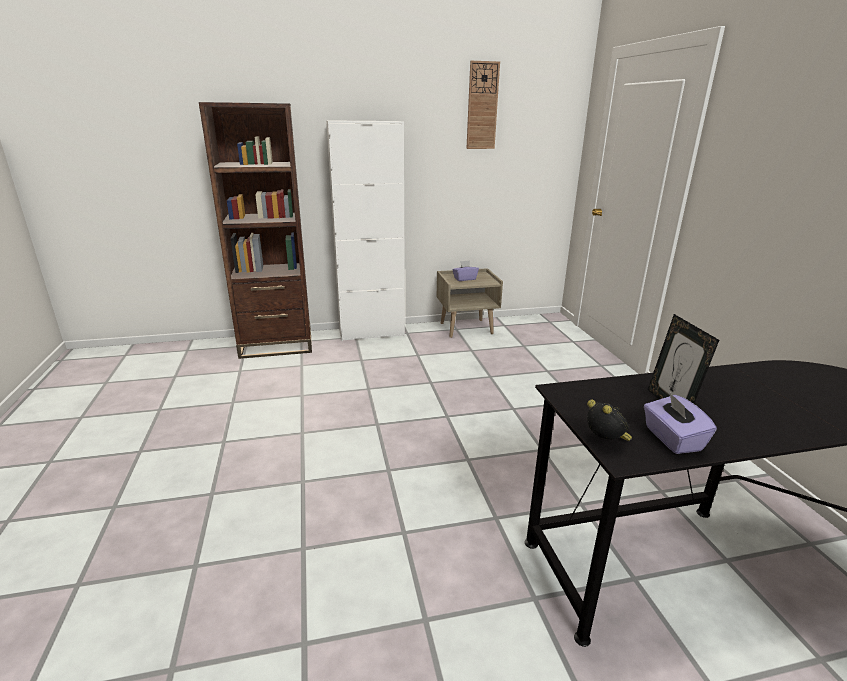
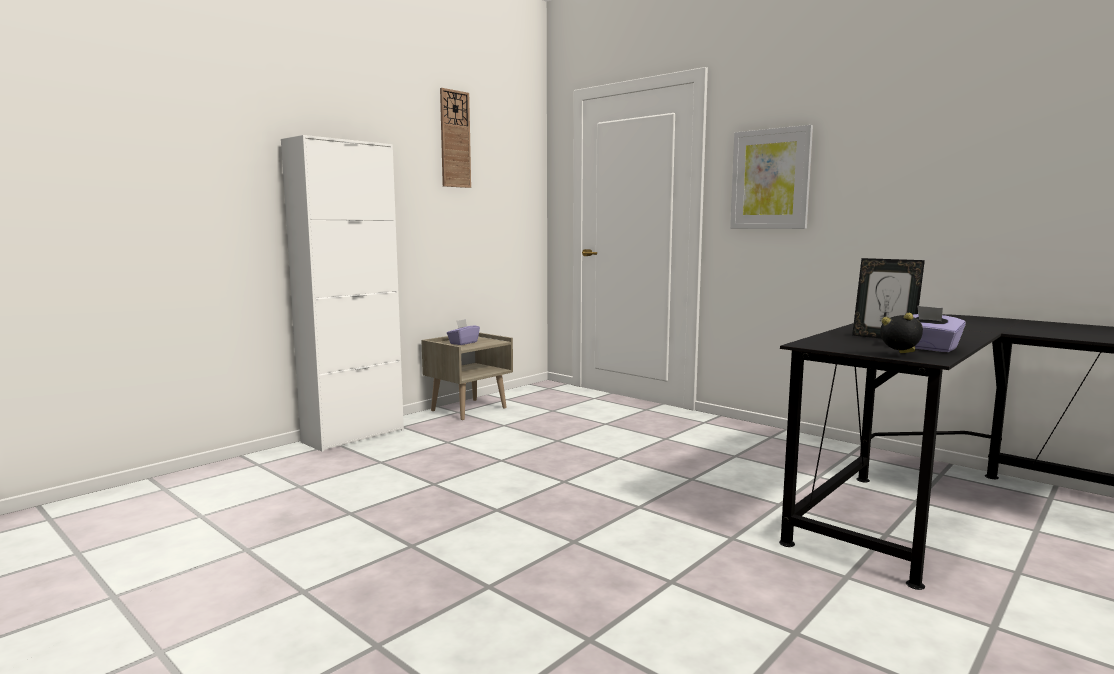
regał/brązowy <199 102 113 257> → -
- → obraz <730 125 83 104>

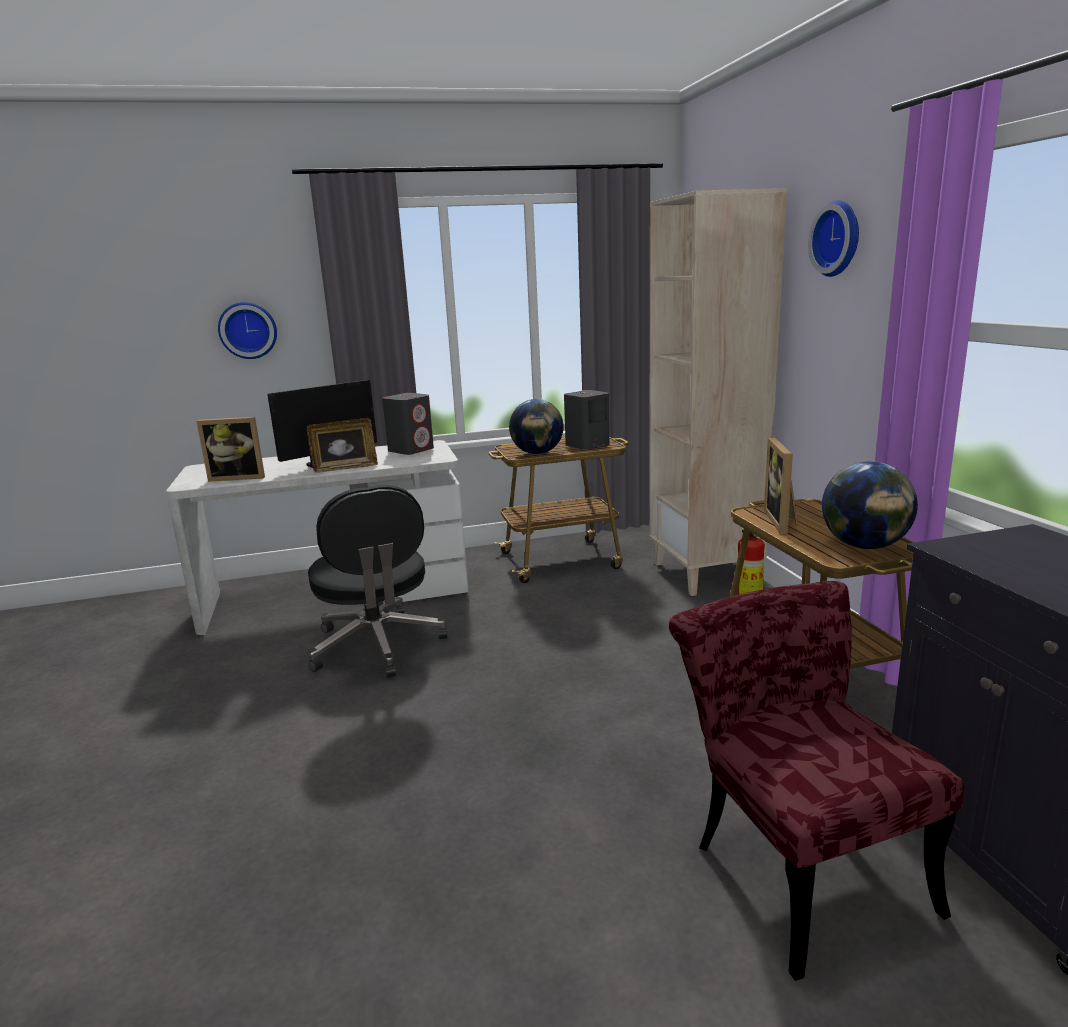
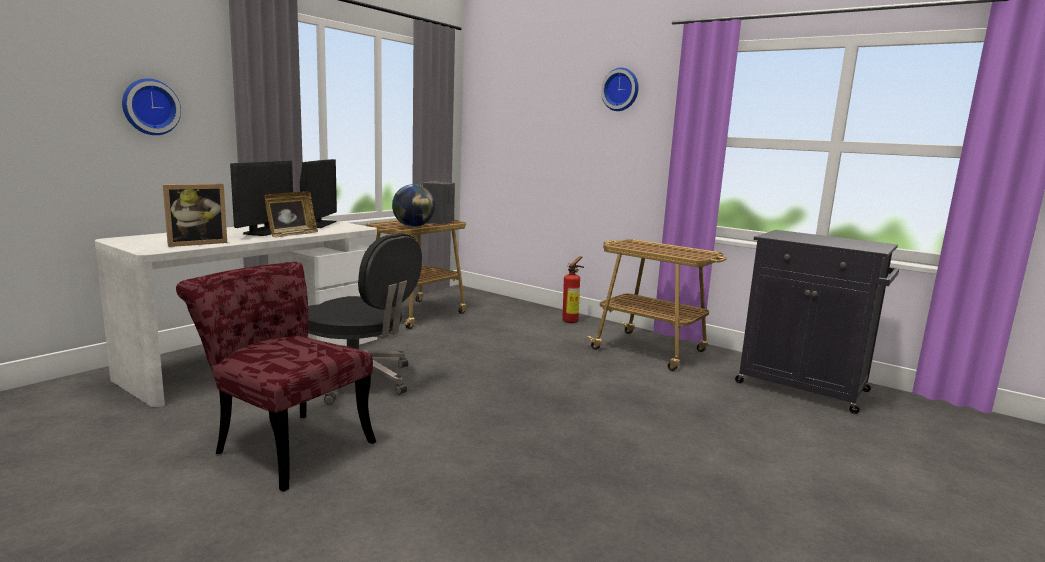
głośnik/szary <382 393 52 62> → monitor <300 159 37 69>
regał/beżowy <649 188 138 408> → -
krzesło/czerwony <669 581 296 400> → krzesło/czerwony <176 262 200 230>, move
ramka na zdjęcie <764 438 34 96> → -
globus <822 461 96 88> → -

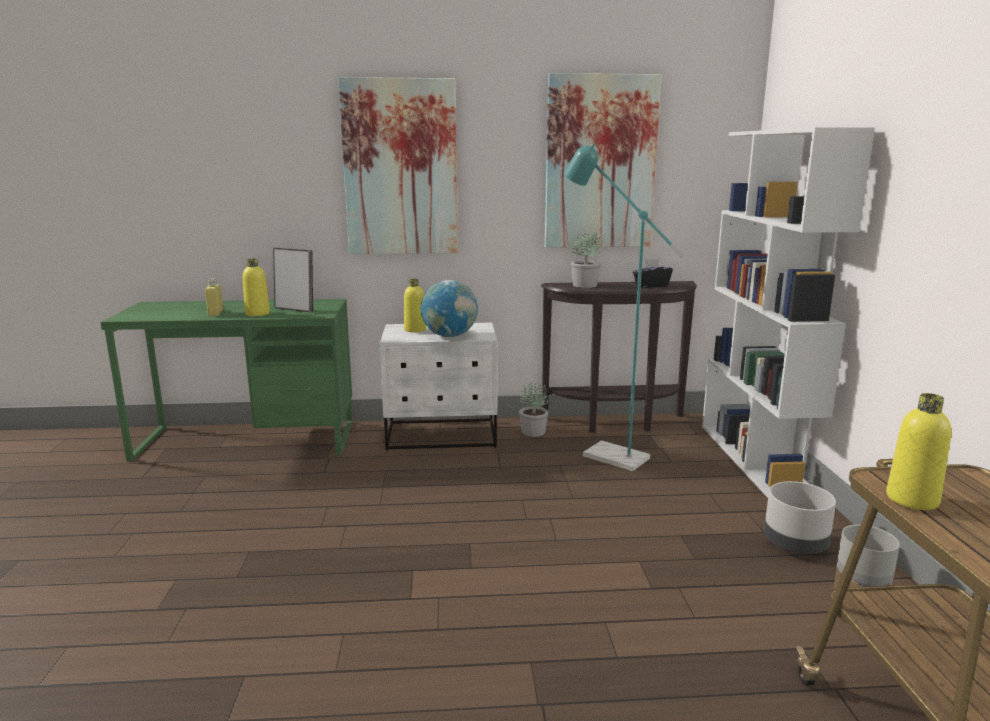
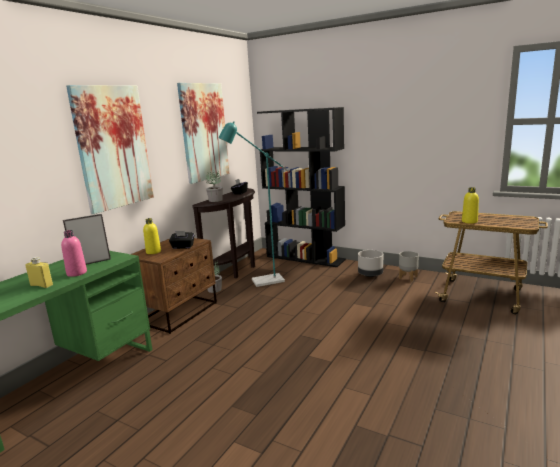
butelka/żółty <243 258 27 58> → butelka/różowy <61 230 26 47>
szafka nocna/biały <380 323 117 128> → szafka nocna/brązowy <131 238 86 96>
globus <421 280 57 57> → pudełko chusteczek/czarny <169 231 25 18>
regał/biały <702 127 173 371> → regał/czarny <257 107 89 160>

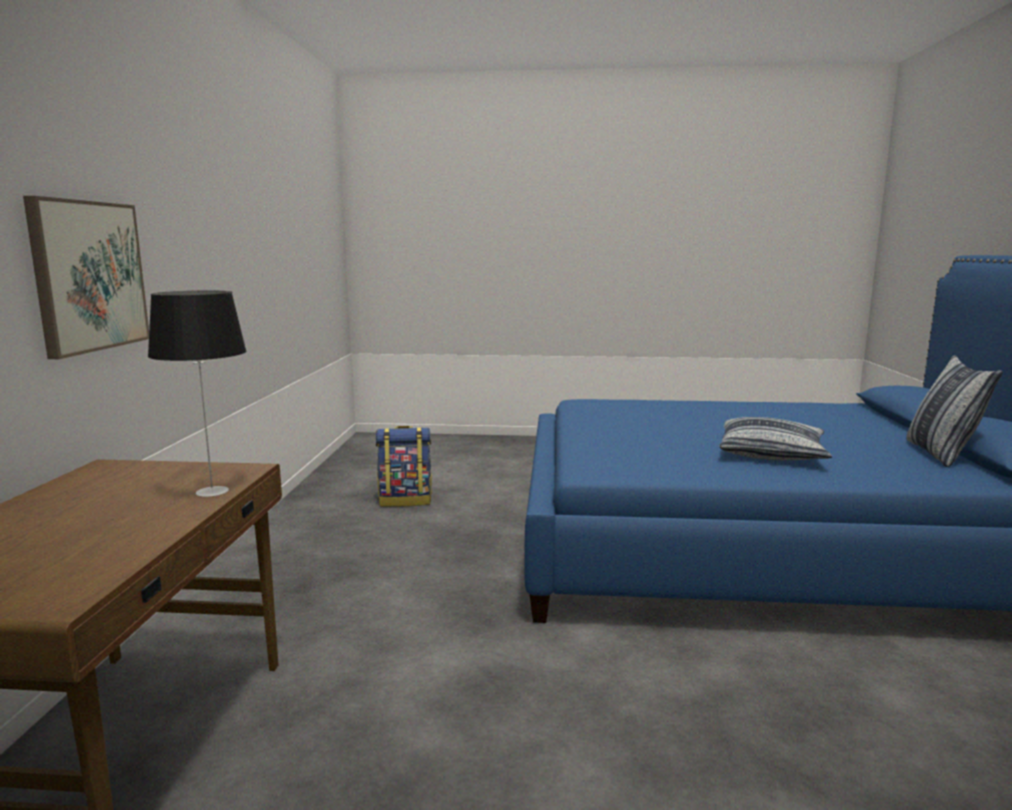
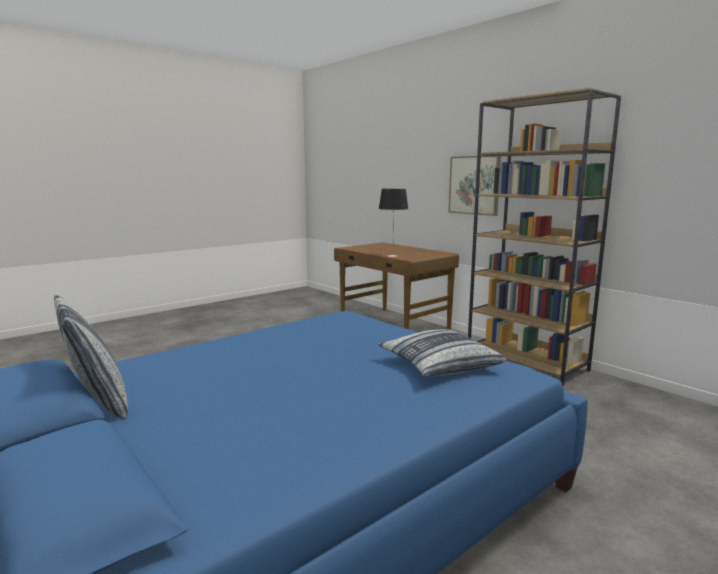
plecak <376 426 56 81> → -
poduszka <720 417 112 43> → poduszka <378 329 128 48>, move
- → regał/brązowy <468 87 153 299>

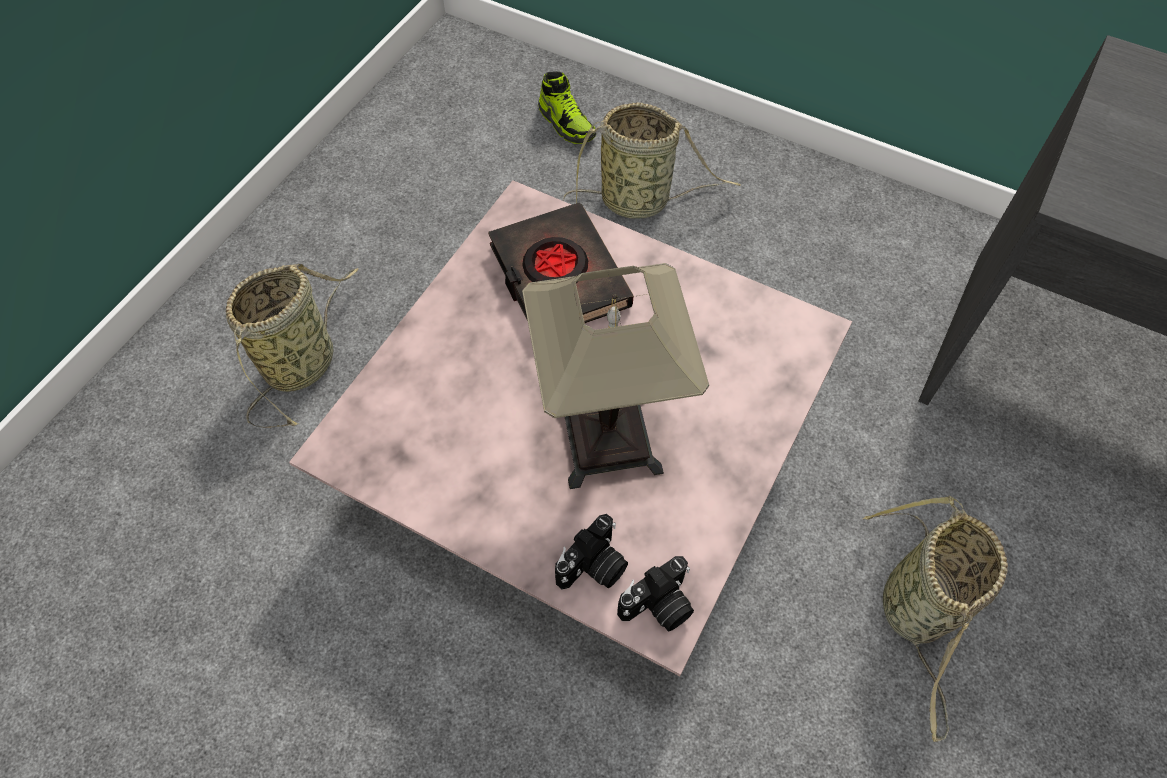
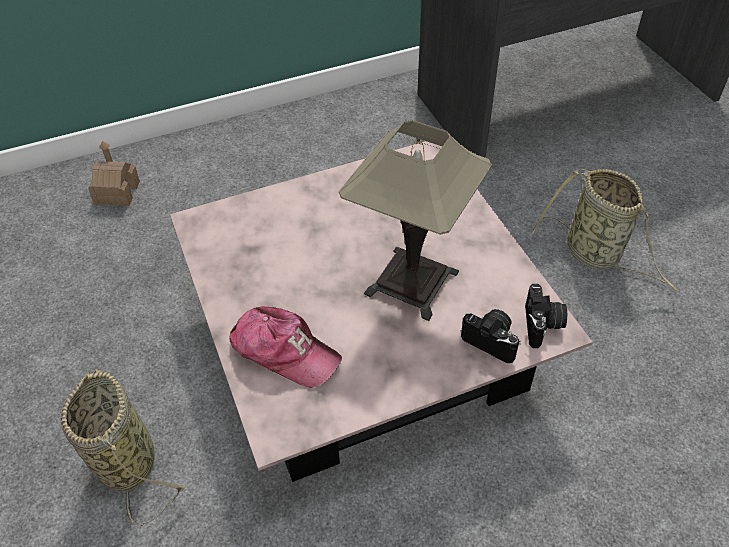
książka/czarny <488 203 146 120> → -
but <538 71 58 73> → domek <88 141 52 65>
aparat fotograficzny <555 514 73 76> → aparat fotograficzny <461 309 59 54>, 45 degrees counterclockwise
koszyk <563 102 177 117> → -
- → czapka z daszkiem <229 307 113 81>

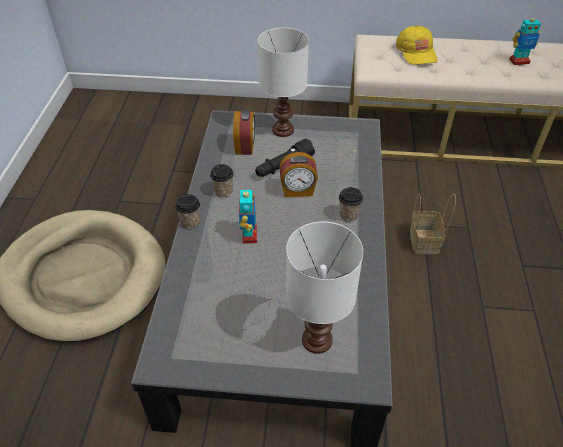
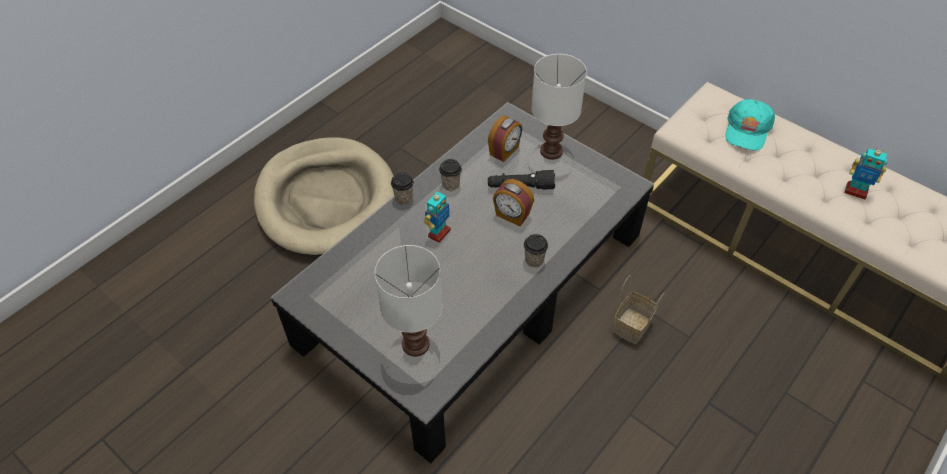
czapka z daszkiem/żółty <396 25 42 40> → czapka z daszkiem/turkusowy <725 99 50 52>

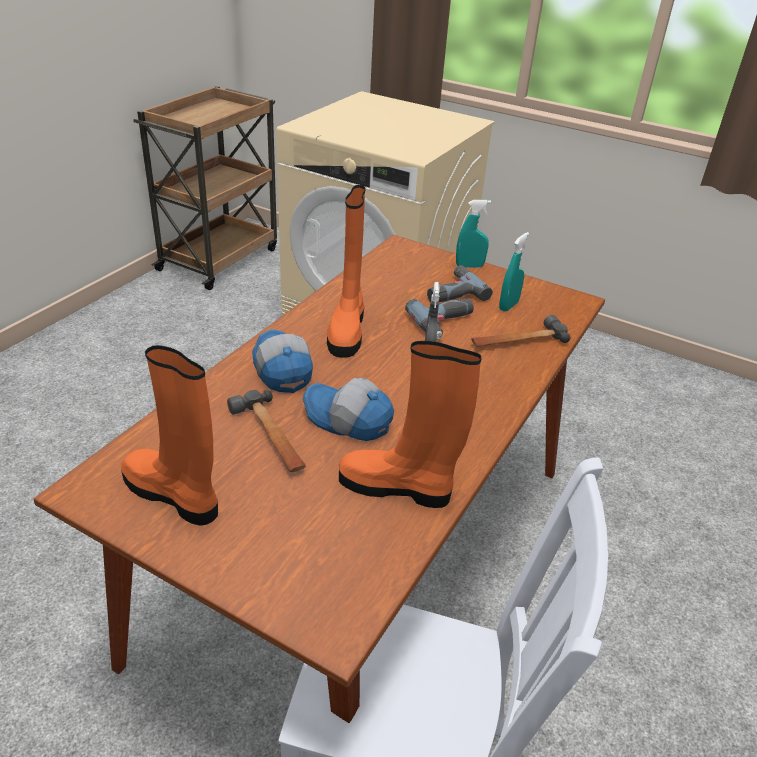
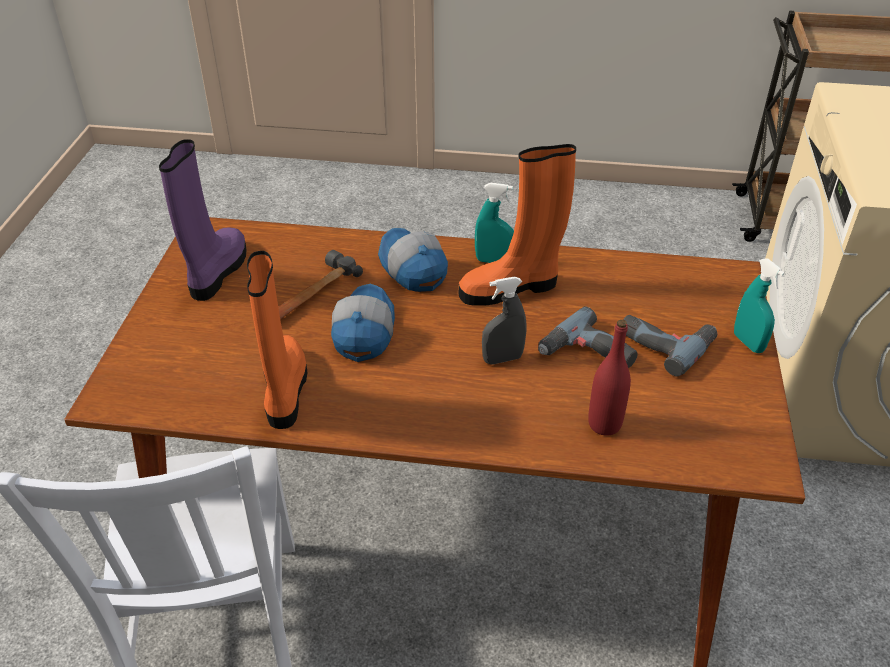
but z cholewką/pomarańczowy <121 345 97 181> → but z cholewką/fioletowy <159 139 88 162>
czapka z daszkiem <252 329 61 64> → czapka z daszkiem <378 228 70 64>, 75 degrees counterclockwise
młotek <472 315 98 32> → butelka/czerwony <588 320 43 116>
spryskiwacz/turkusowy <499 232 30 79> → spryskiwacz/turkusowy <475 183 39 80>, move

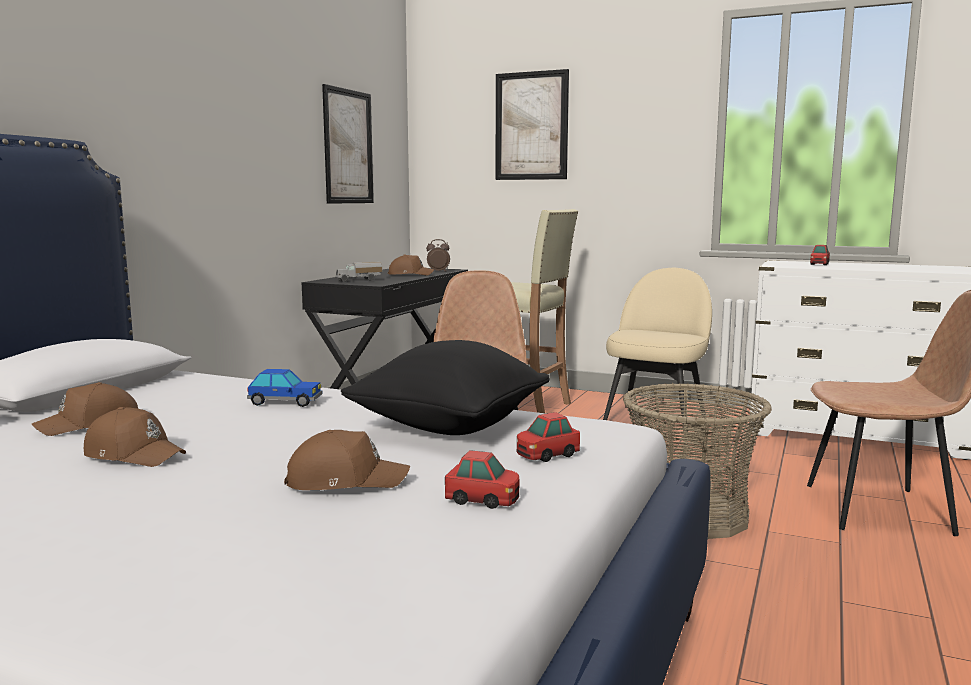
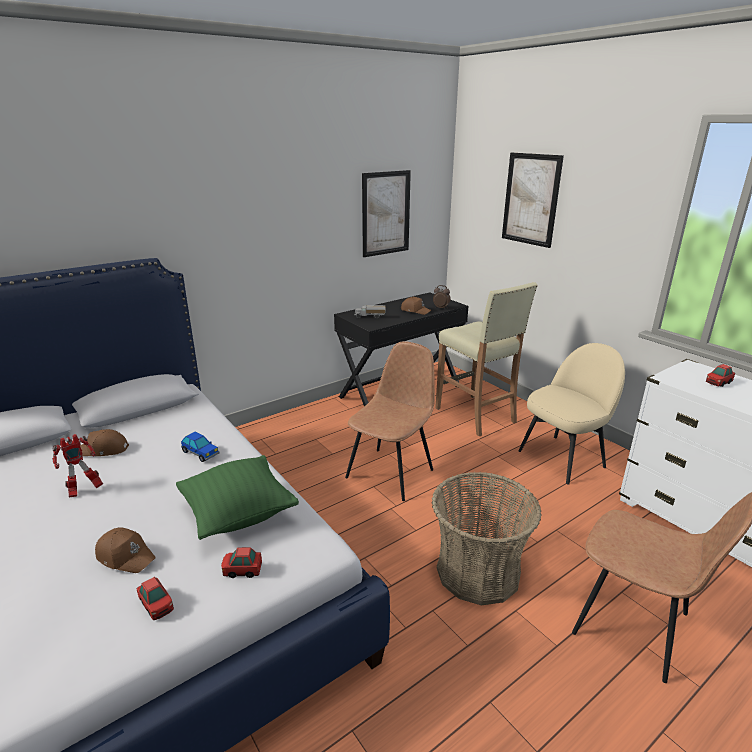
czapka z daszkiem/brązowy <84 407 102 60> → robot zabawkowy <52 434 51 64>
poduszka/czarny <341 340 209 95> → poduszka/zielony <176 455 123 85>

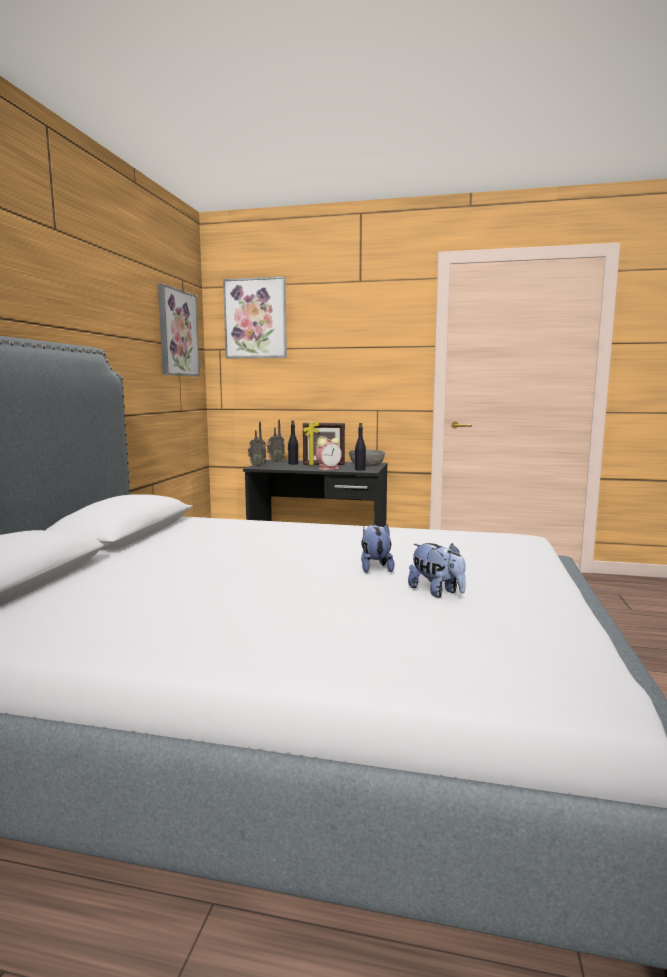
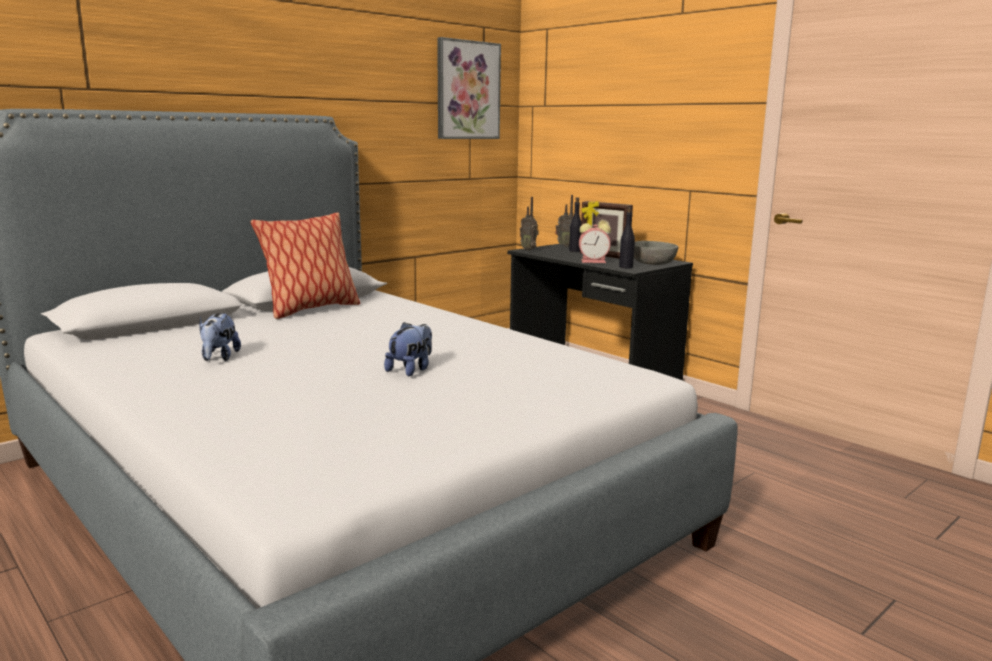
obraz <223 276 64 83> → -
pluszak <408 543 58 55> → pluszak <199 313 42 48>, move
- → poduszka <251 212 109 107>

